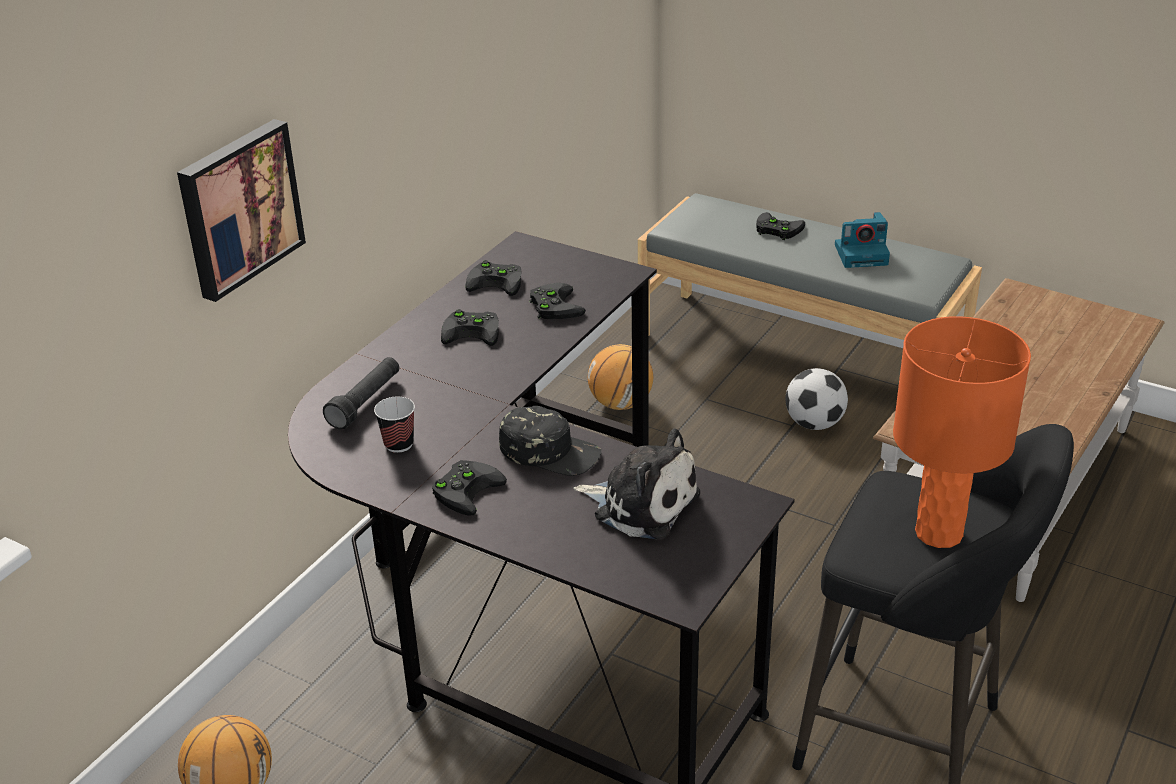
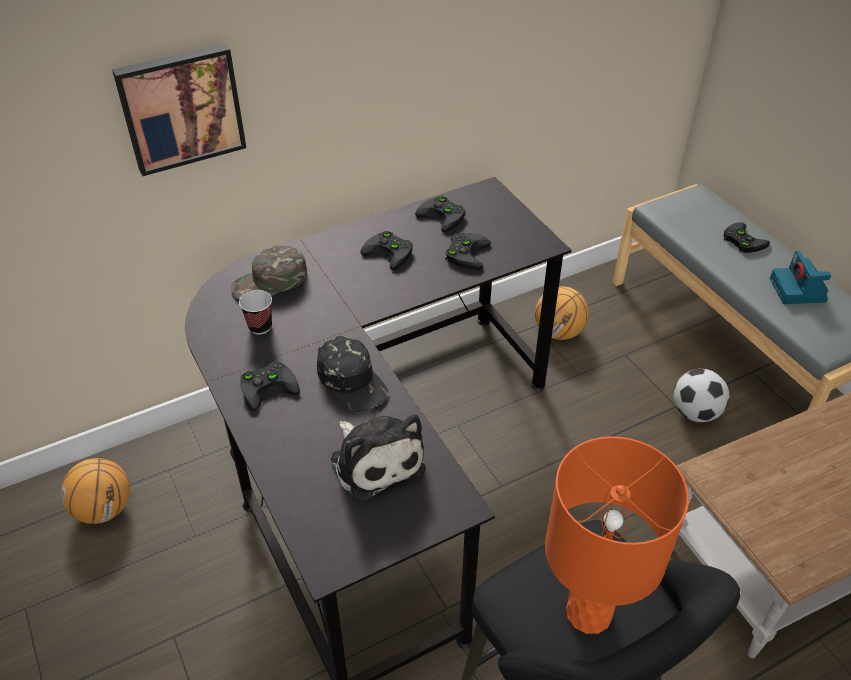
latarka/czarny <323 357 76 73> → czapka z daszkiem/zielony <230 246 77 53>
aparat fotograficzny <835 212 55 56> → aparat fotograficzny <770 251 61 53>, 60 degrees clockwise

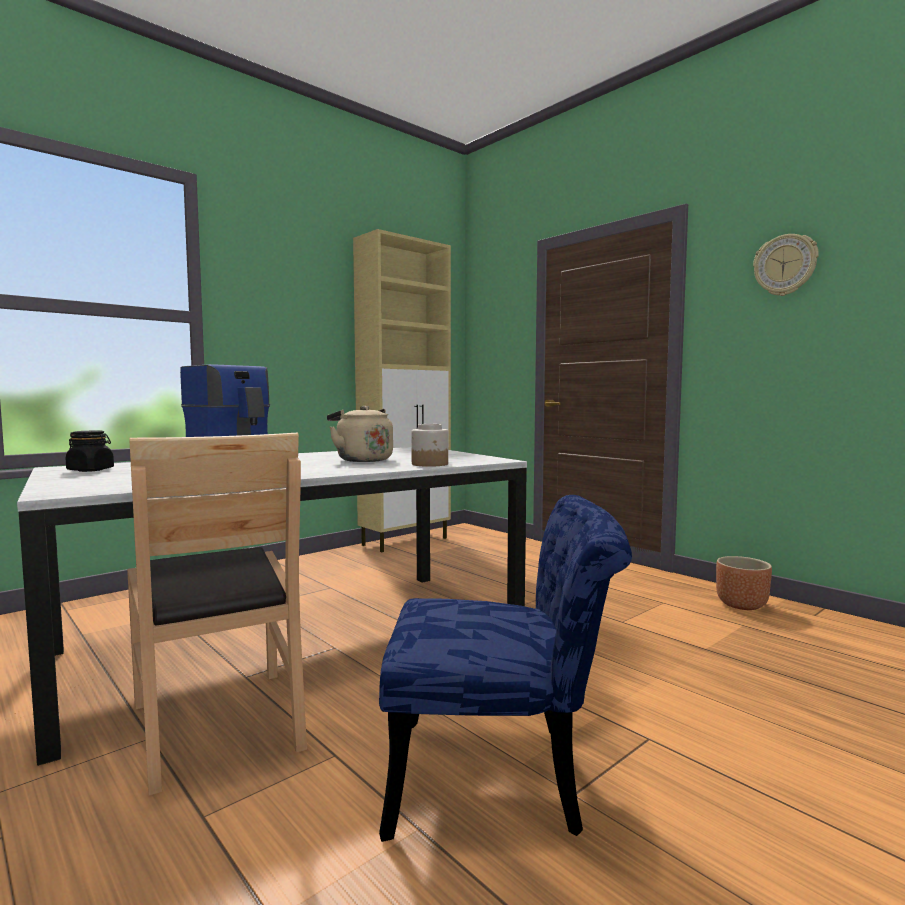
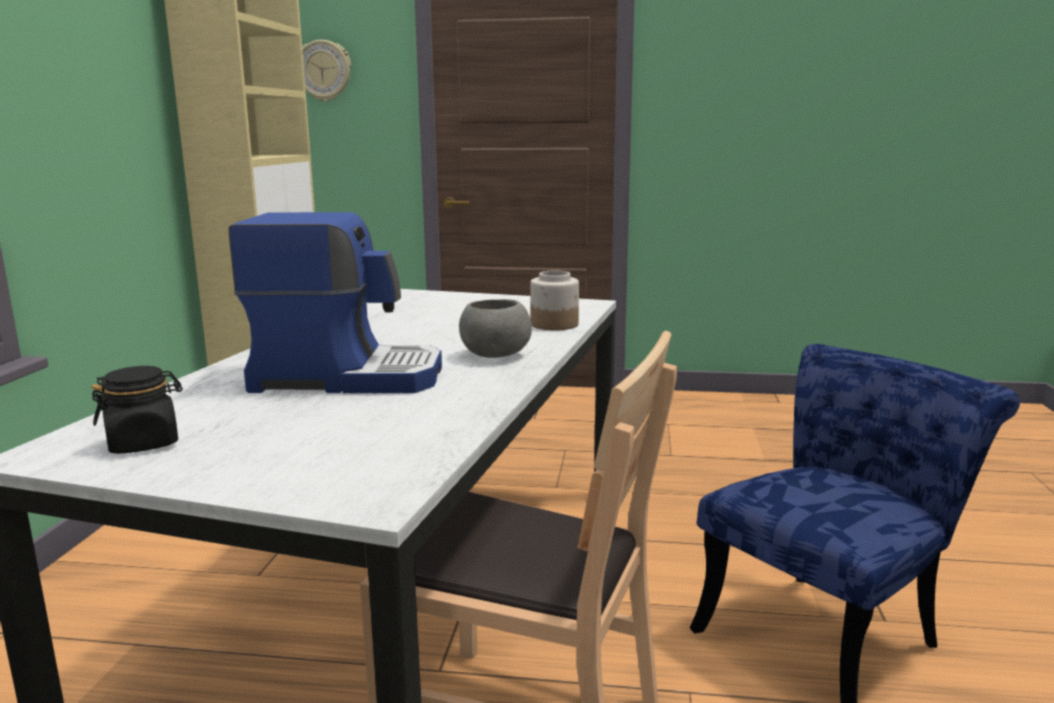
czajnik/beżowy <327 406 66 56> → -
donica/brązowy <716 556 56 54> → -
zegar ścienny <753 234 66 62> → zegar ścienny <302 40 49 61>, move
- → miska/szary <459 299 73 59>

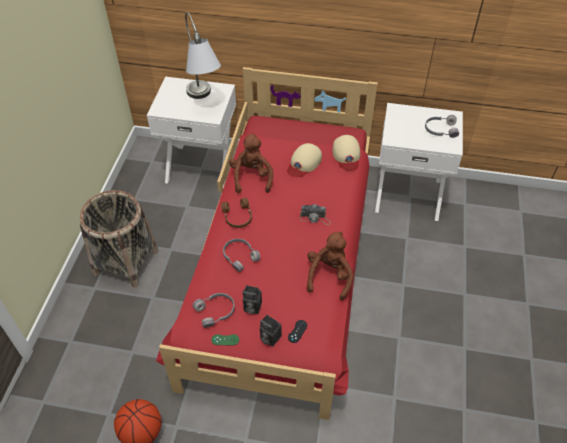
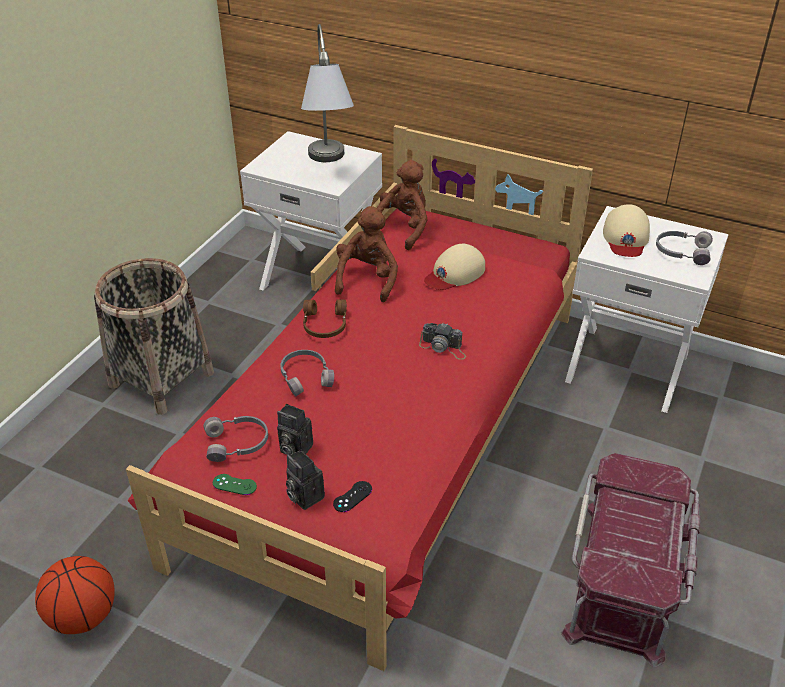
pluszak/brązowy <307 232 47 68> → pluszak/brązowy <377 160 50 90>, move
czapka z daszkiem/beżowy <332 135 28 35> → czapka z daszkiem/beżowy <603 204 47 53>, move
- → pojemnik do przechowywania/czerwony <561 453 140 214>

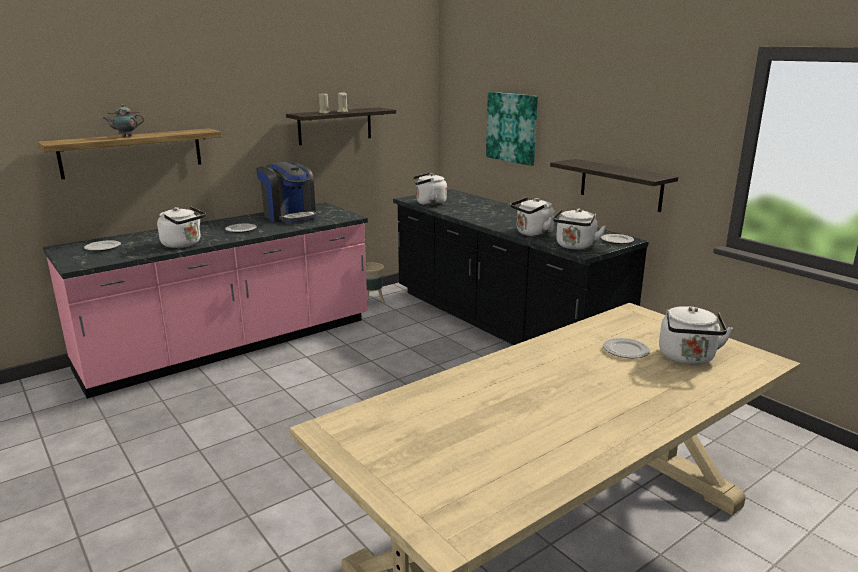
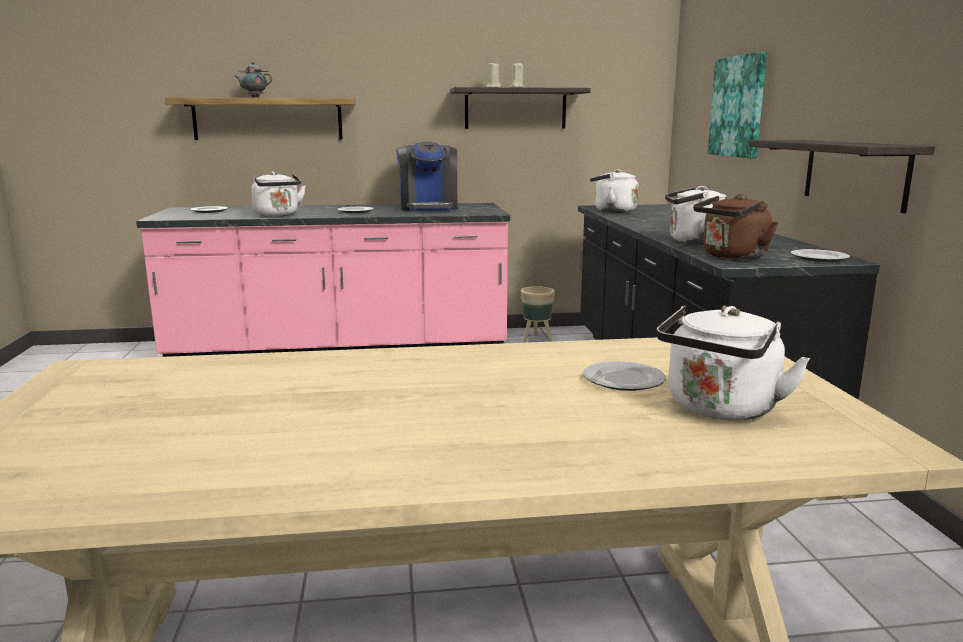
czajnik/biały <553 208 53 42> → czajnik/brązowy <693 194 85 66>

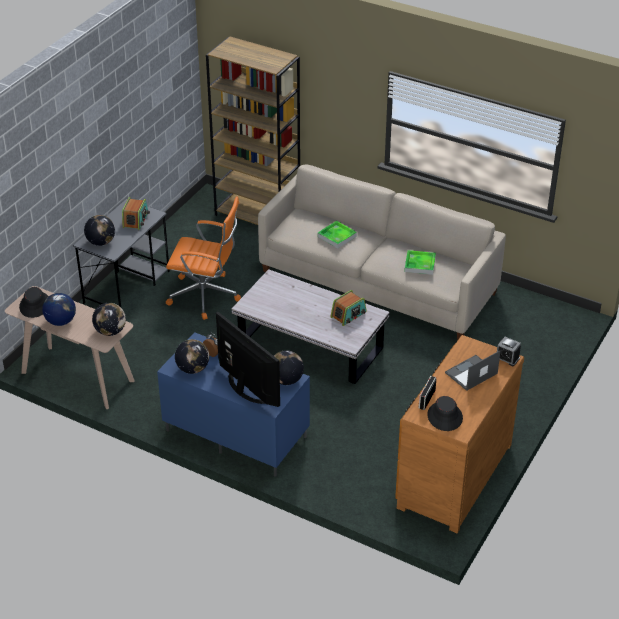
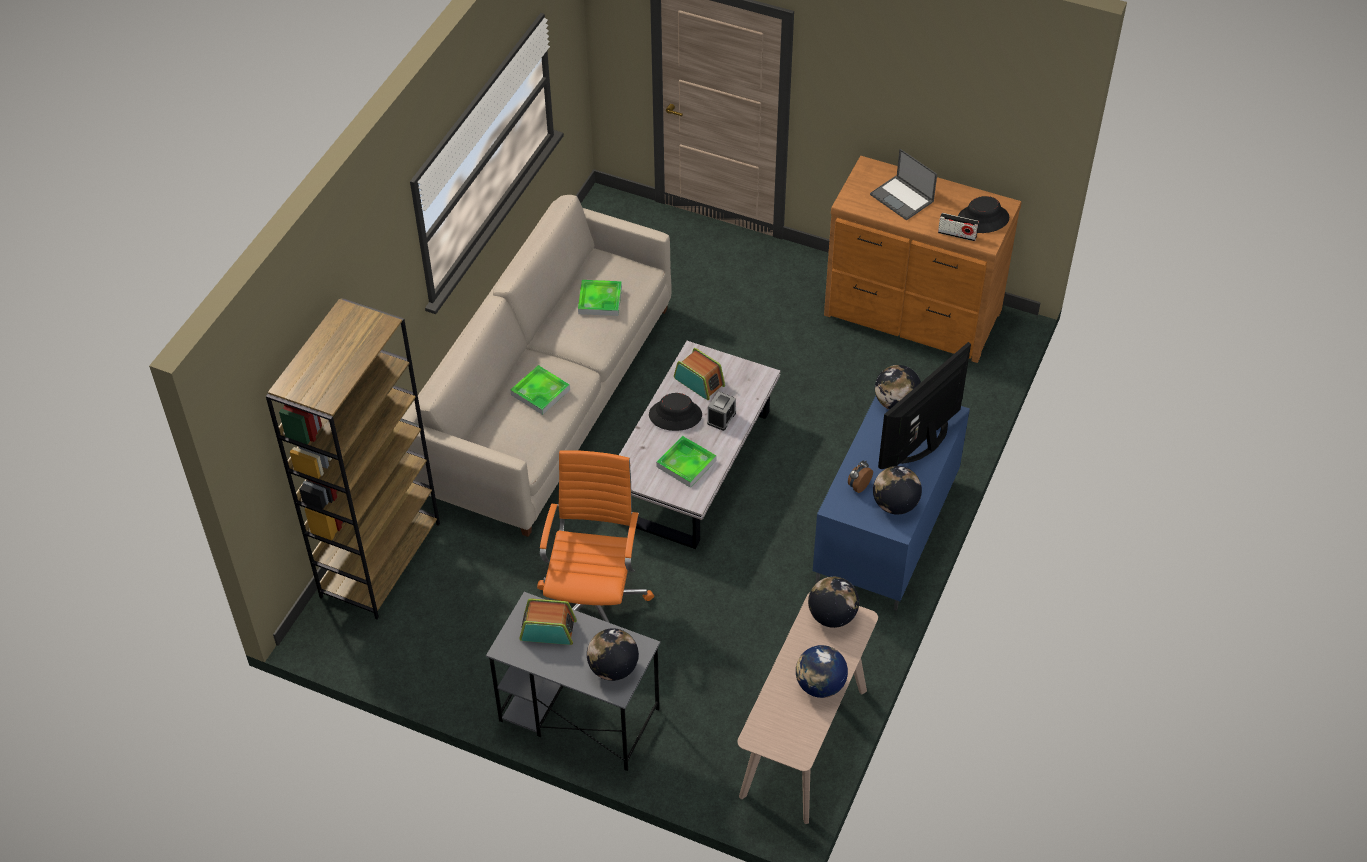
kapelusz/czarny <19 287 30 31> → kapelusz/czarny <649 393 53 38>, move
budzik <497 337 24 29> → budzik <707 391 29 40>, move
- → taca <656 436 60 51>

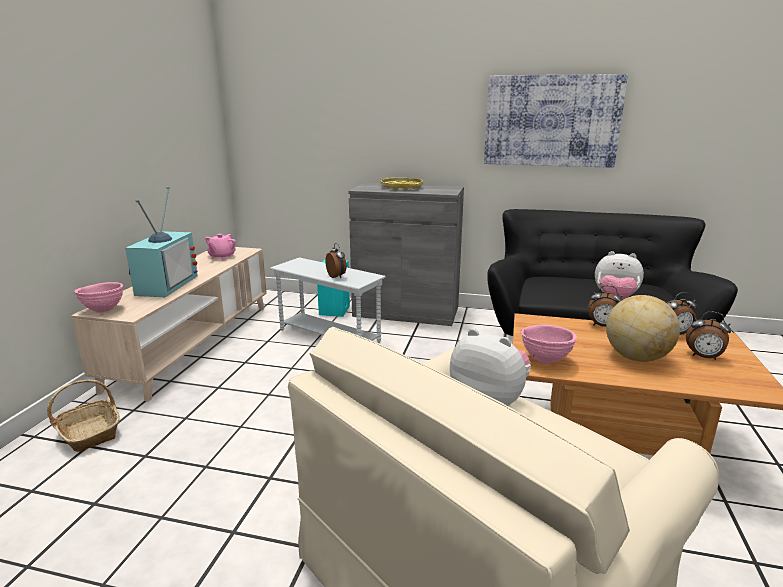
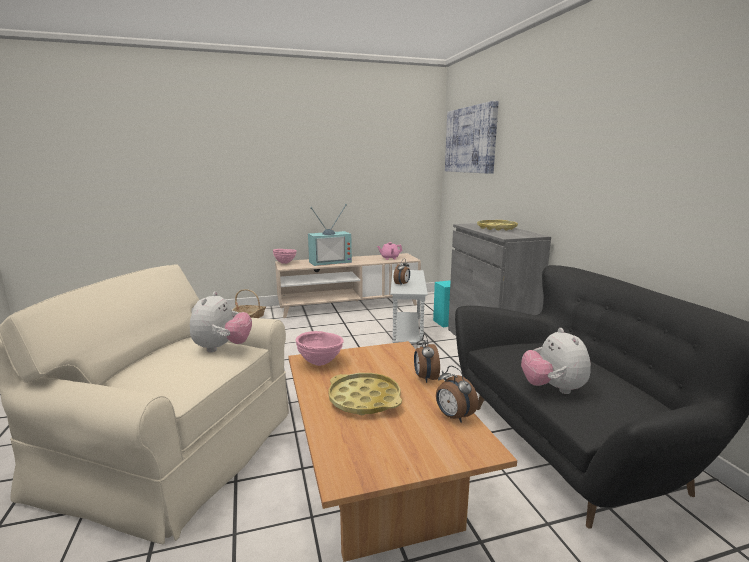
obraz <484 74 144 94> → obraz <445 101 54 73>, move
globus <606 295 74 67> → taca/żółty <328 373 74 42>
budzik <686 312 45 48> → -

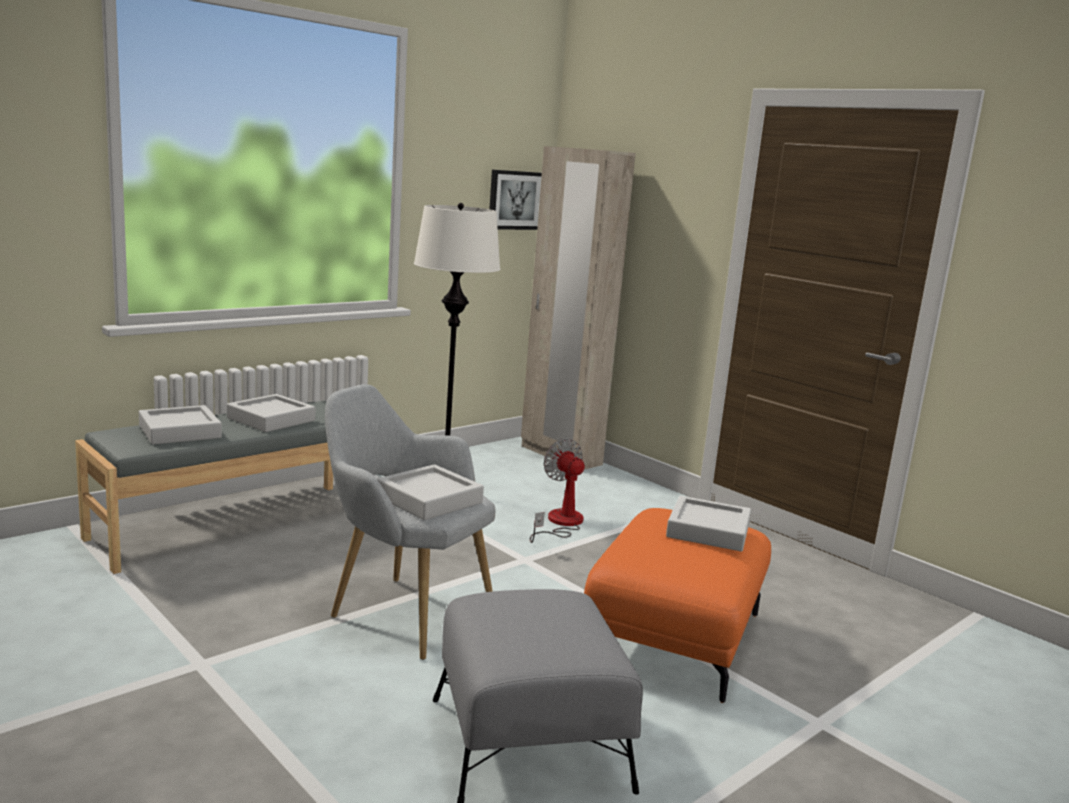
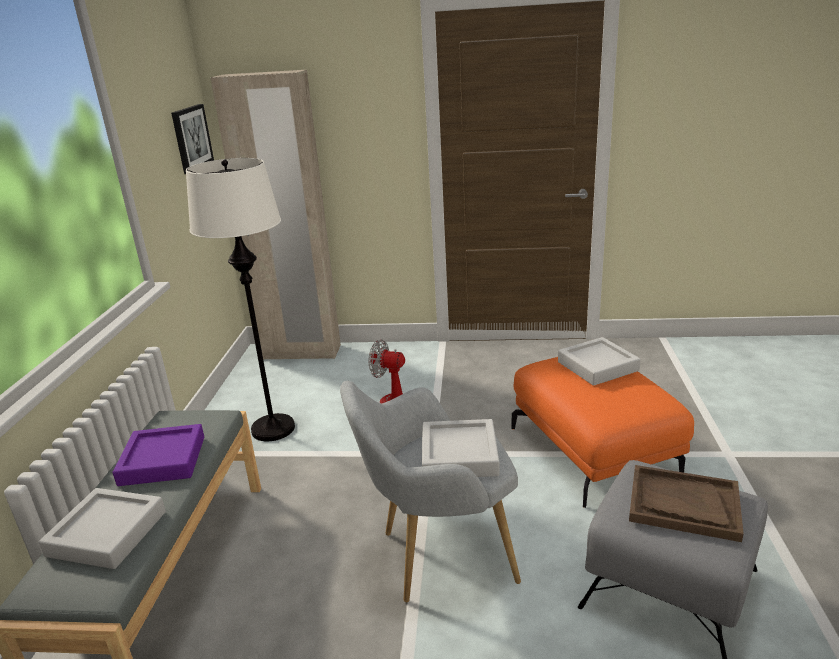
taca/szary <227 394 88 38> → taca/fioletowy <113 424 91 62>
- → taca/brązowy <629 465 115 77>

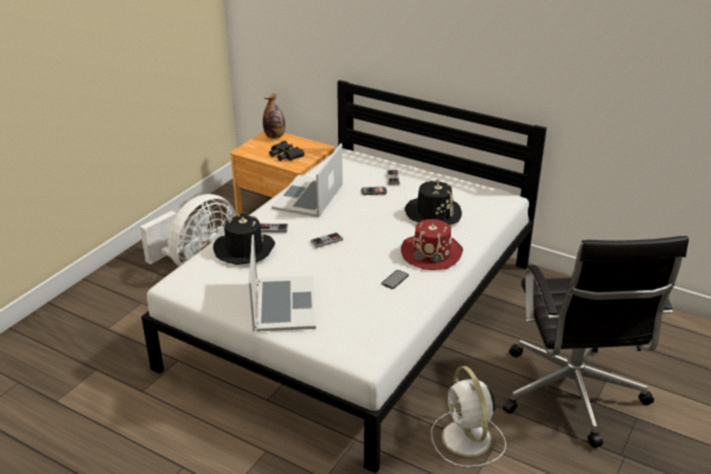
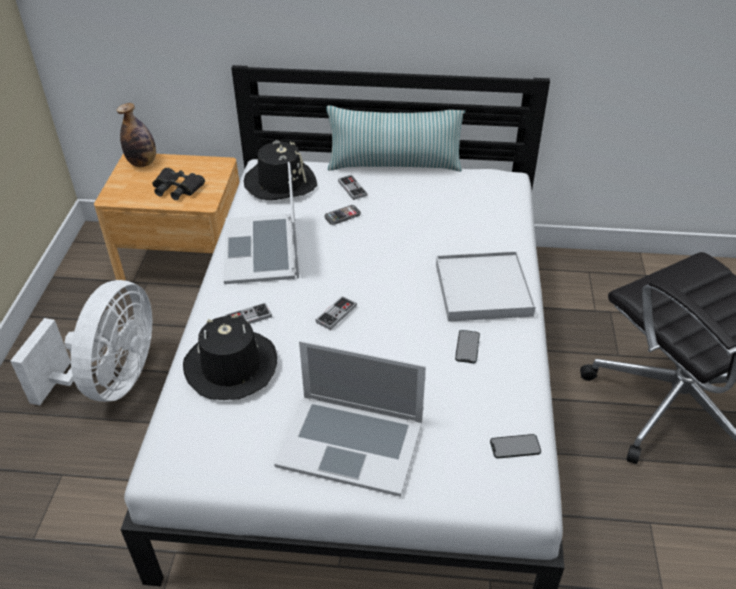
laptop <249 235 67 97> → laptop <274 341 152 156>, 135 degrees clockwise
kapelusz/czerwony <401 219 62 51> → taca/biały <436 251 100 71>
kapelusz/czarny <405 180 57 45> → kapelusz/czarny <244 140 73 60>, move
wentylator/biały <431 366 75 101> → -
- → poduszka <326 105 140 67>
- → telefon <490 434 51 24>

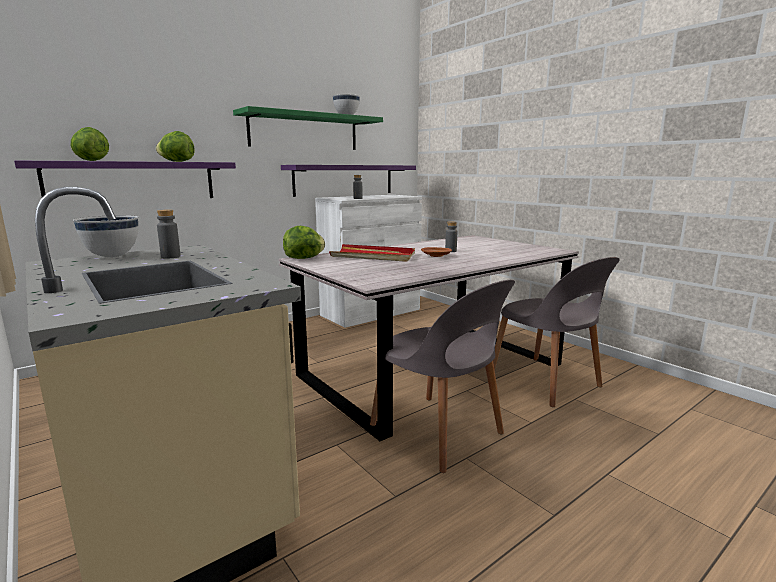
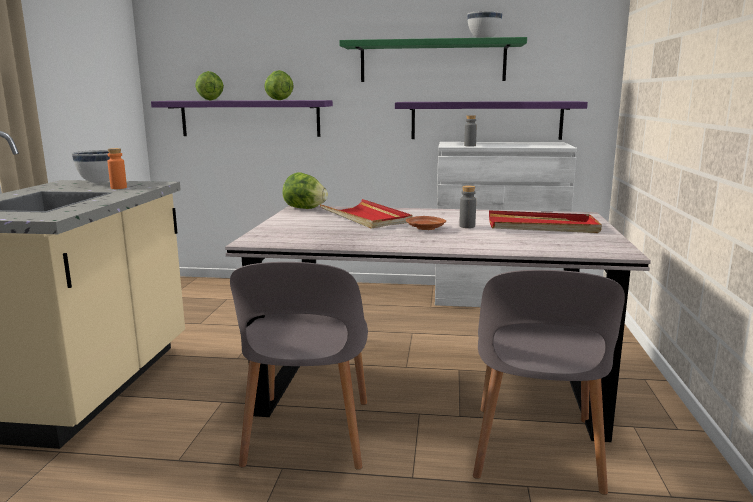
butelka/szary <157 210 24 49> → butelka/pomarańczowy <107 148 20 41>
- → taca/czerwony <489 210 113 23>

